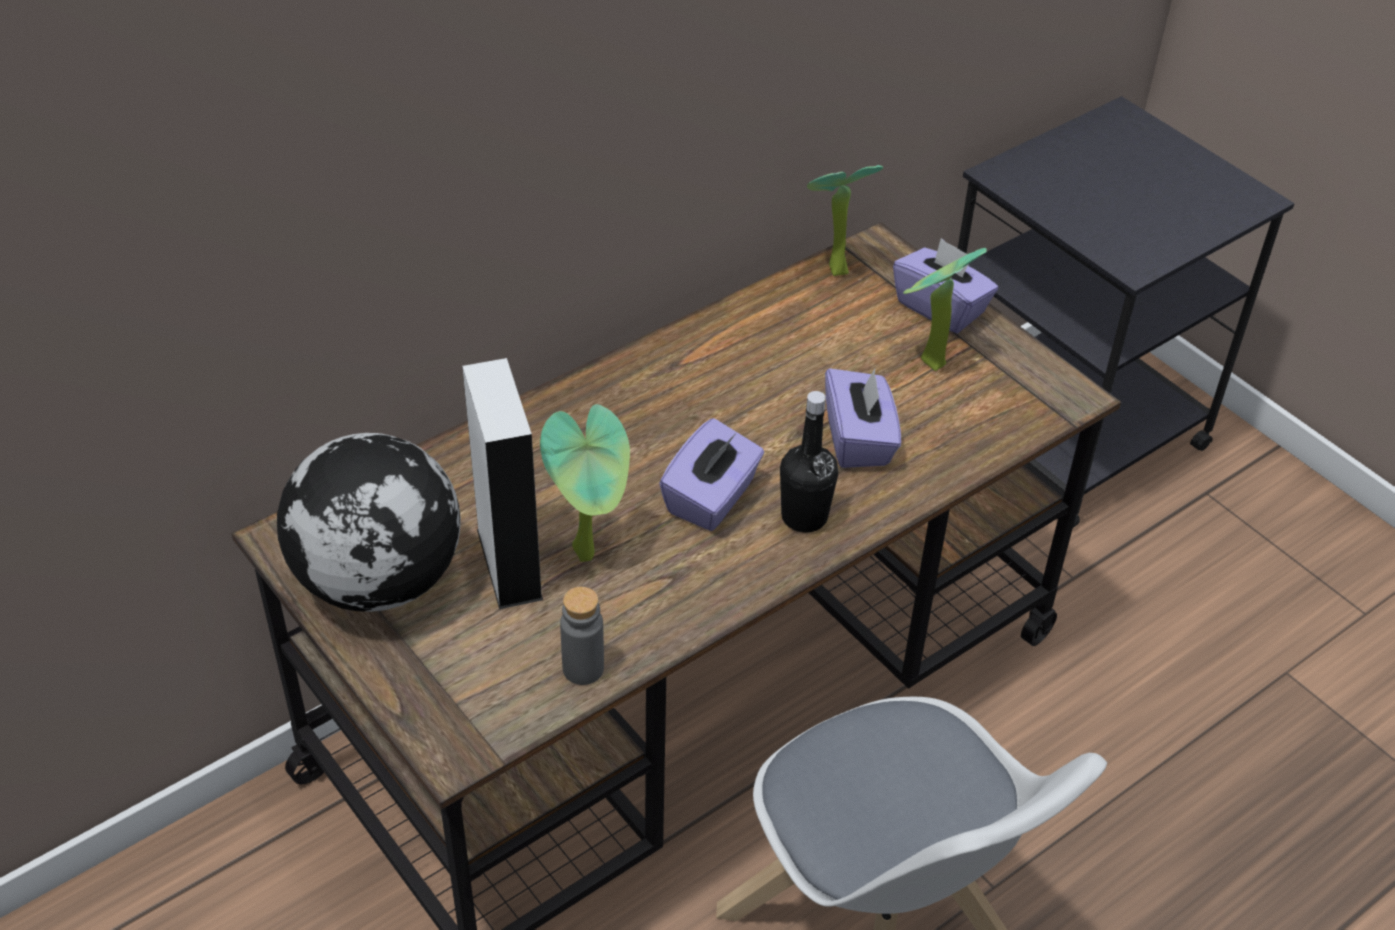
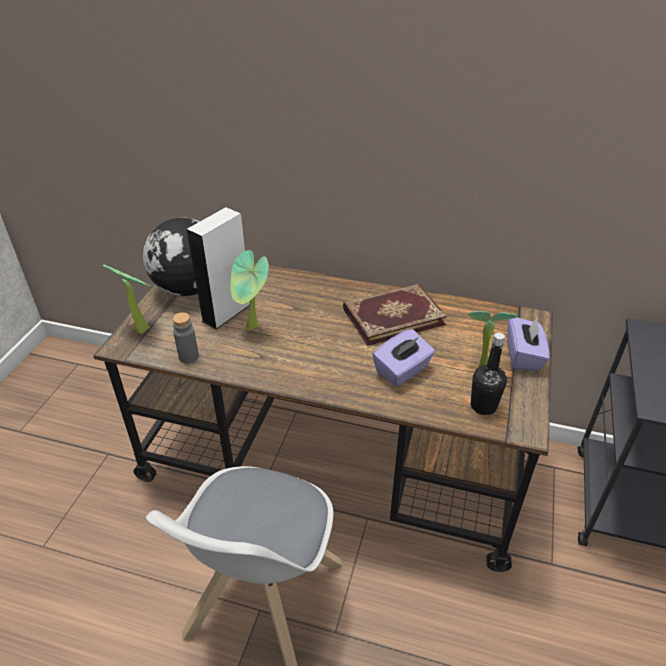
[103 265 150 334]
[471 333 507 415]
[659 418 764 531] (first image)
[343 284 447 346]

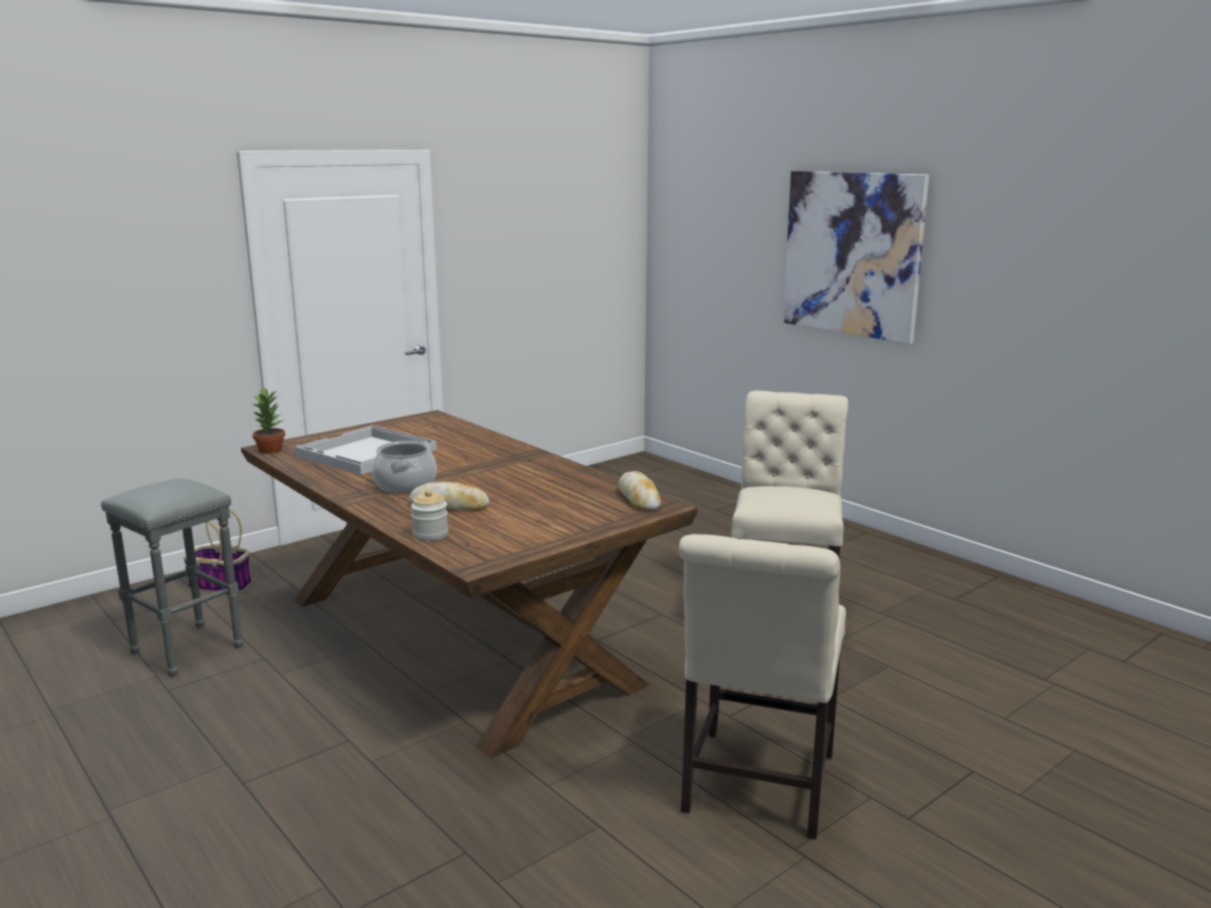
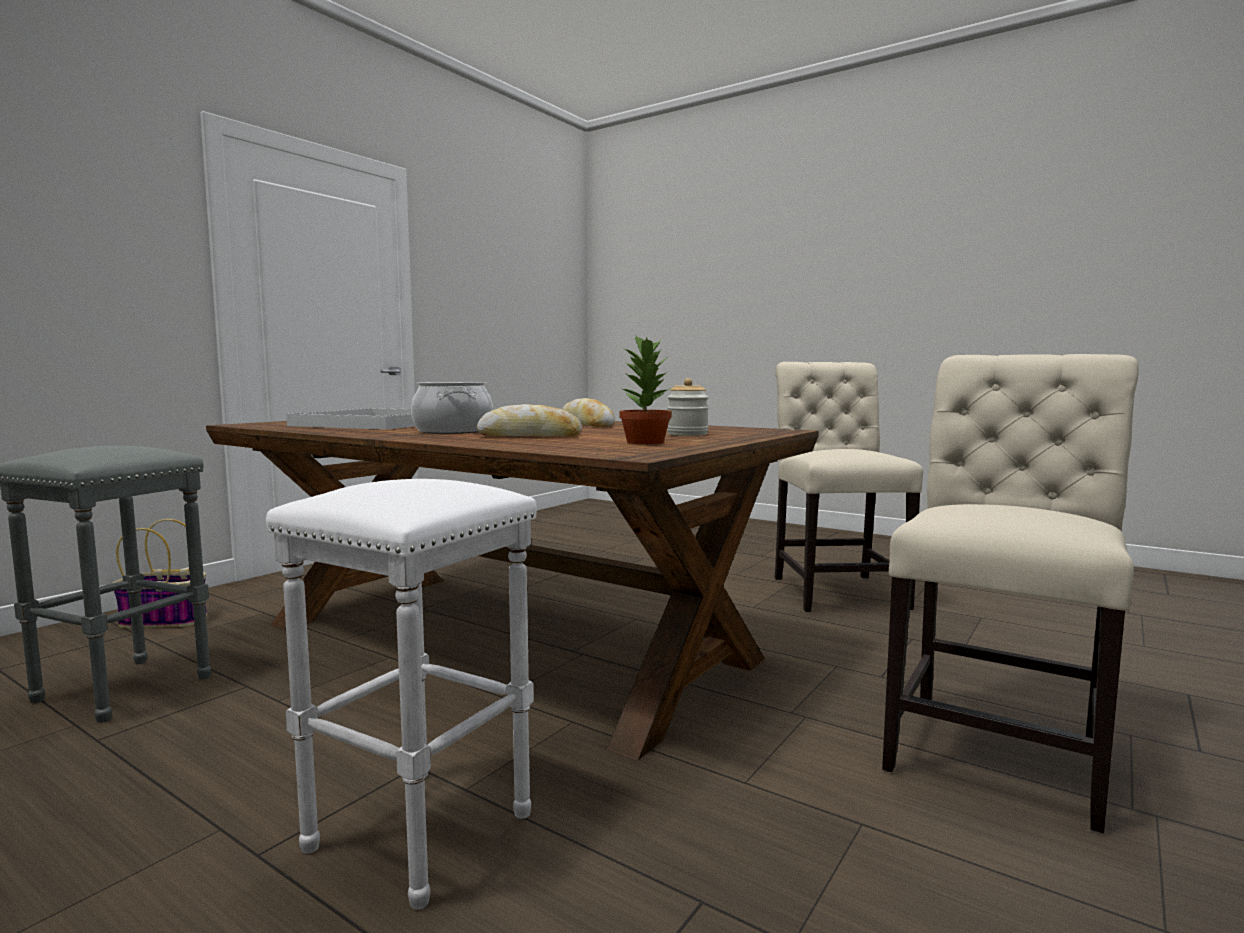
[783 171 929 344] (first image)
[620 334 672 445]
[562 398 615 427]
[667 378 709 436]
[882 354 1139 833]
[266 479 537 910]

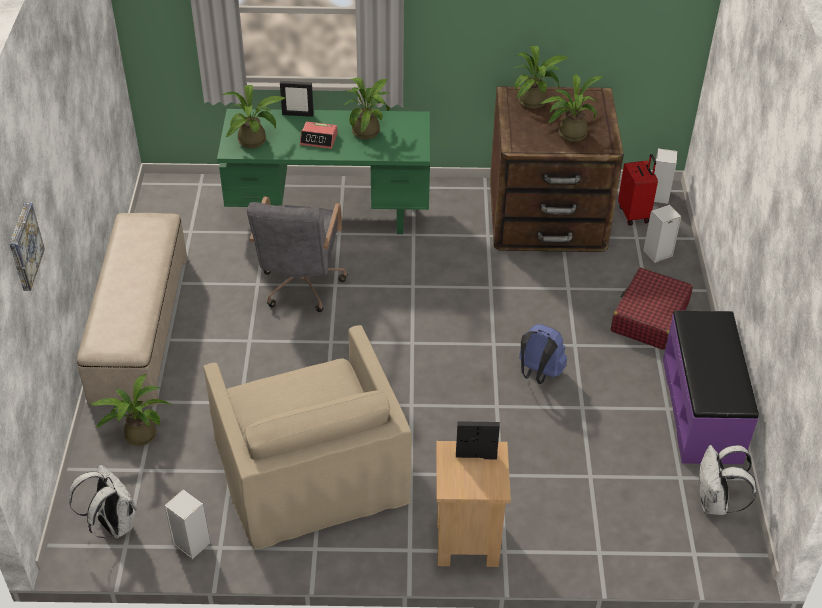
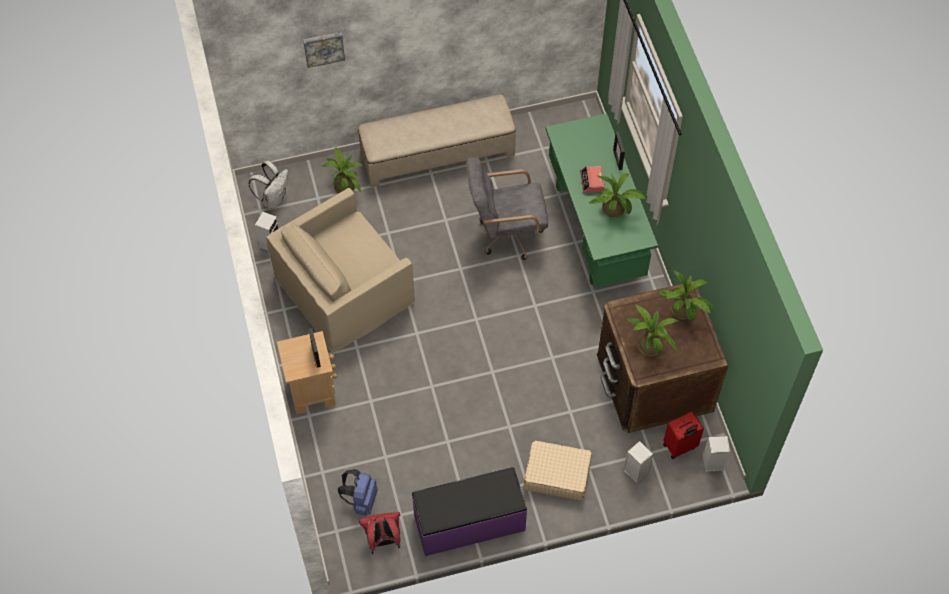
[222 85 287 149] (first image)
[523 440 592 501]
[338 469 378 516]
[359 512 400 554]

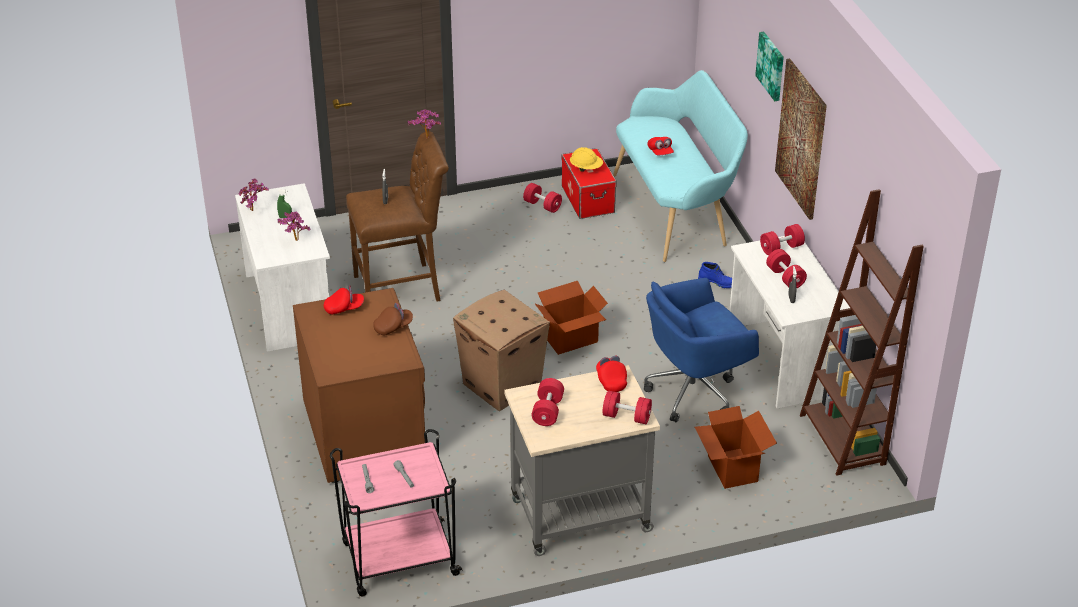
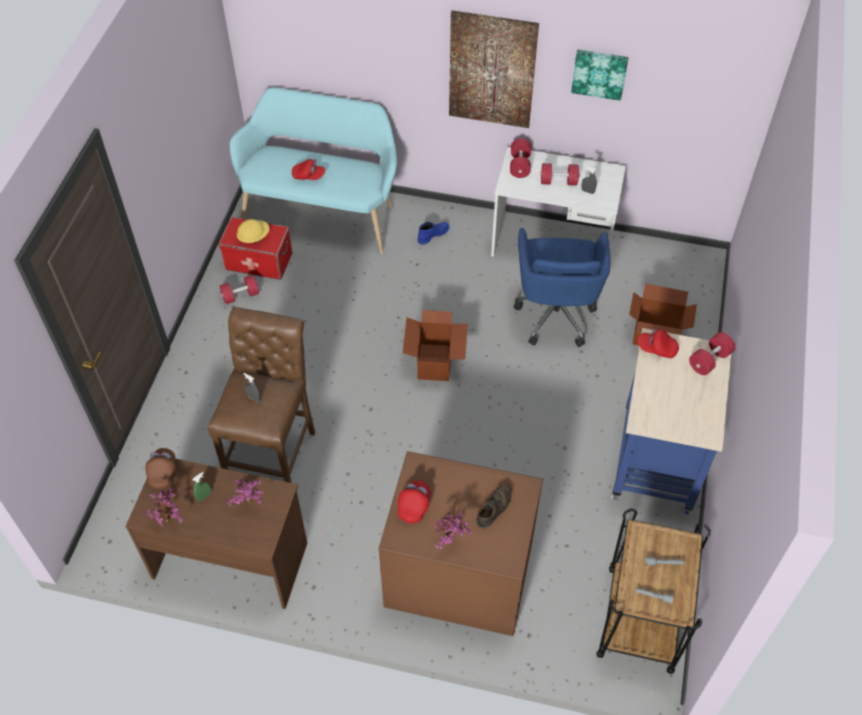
[571 49 629 101]
[435 512 472 549]
[125 459 307 609]
[800 189 924 476] (first image)
[453 290 550 411] (first image)
[146 448 176 489]
[611 328 731 515]
[532 378 564 426] (first image)
[597 508 711 674]
[476 484 512 528]

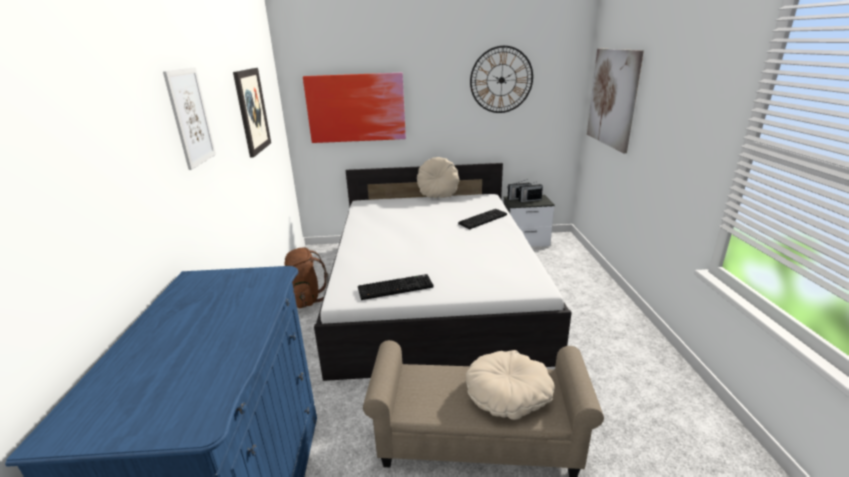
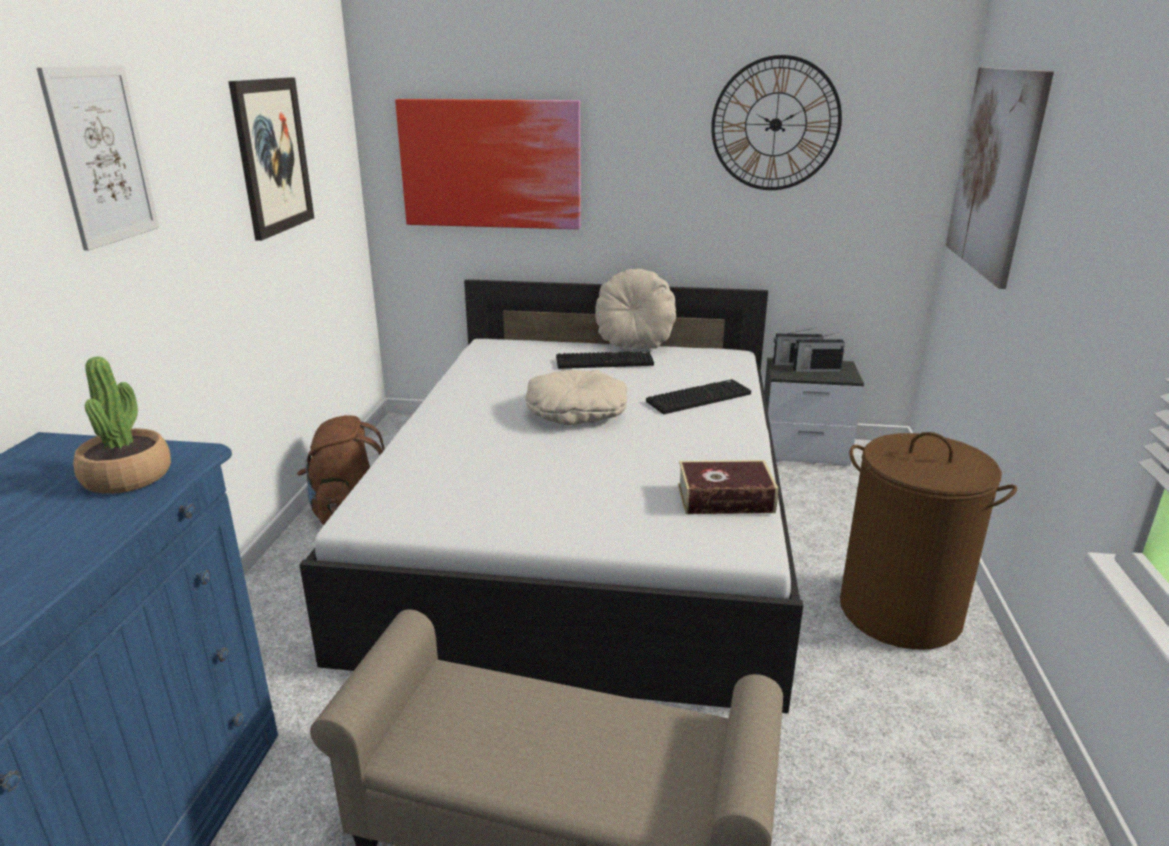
[556 351 654 369]
[525 370 627 426]
[73 356 171 494]
[840 432 1017 650]
[678 460 779 514]

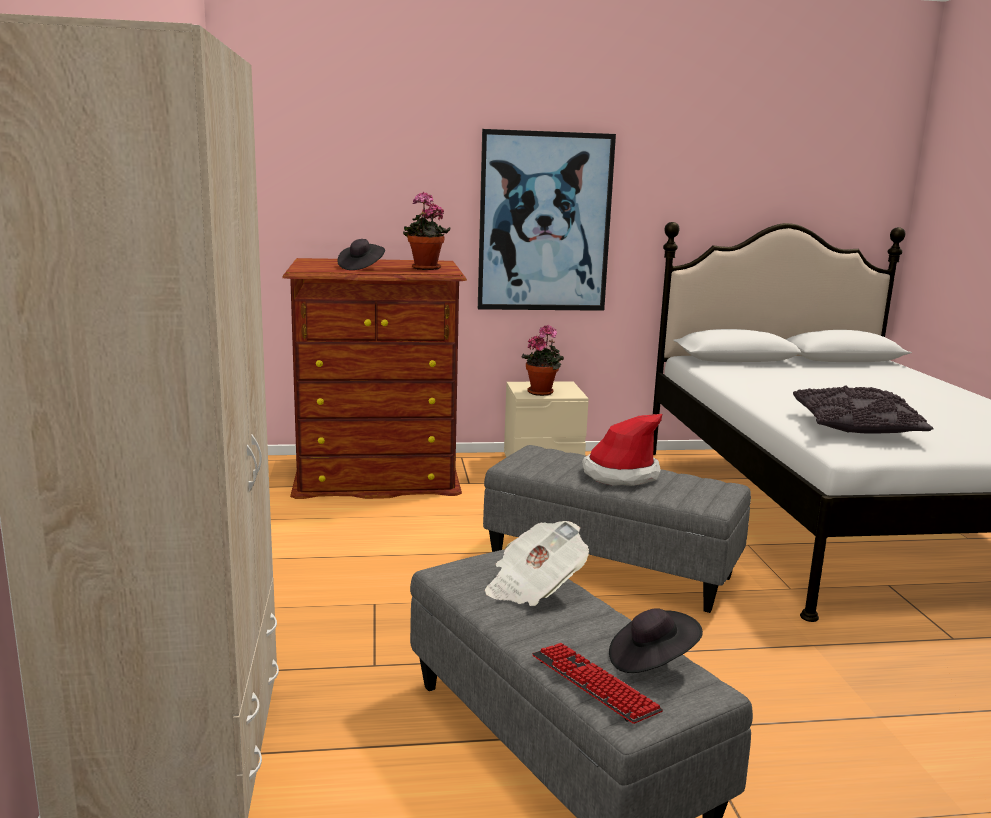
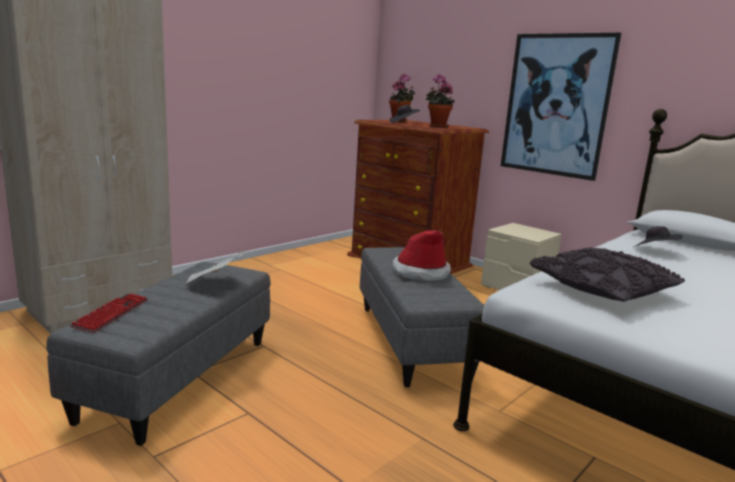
[389 74 415 121]
[634 226 683 247]

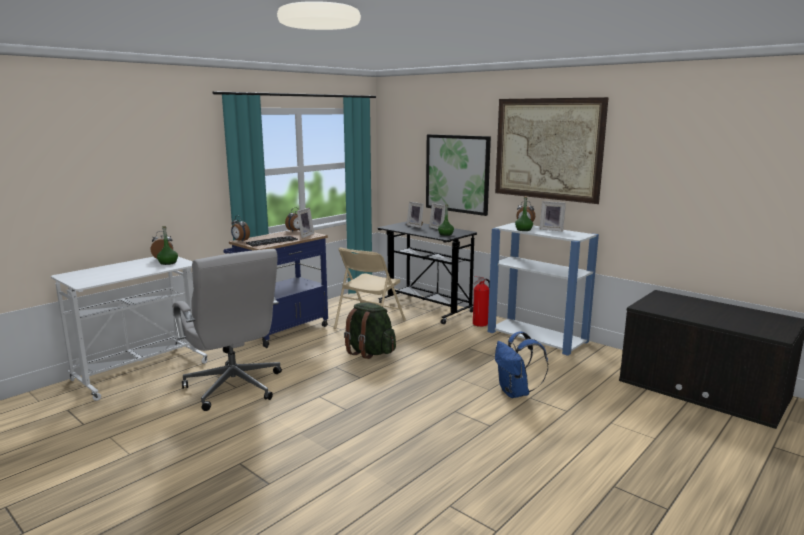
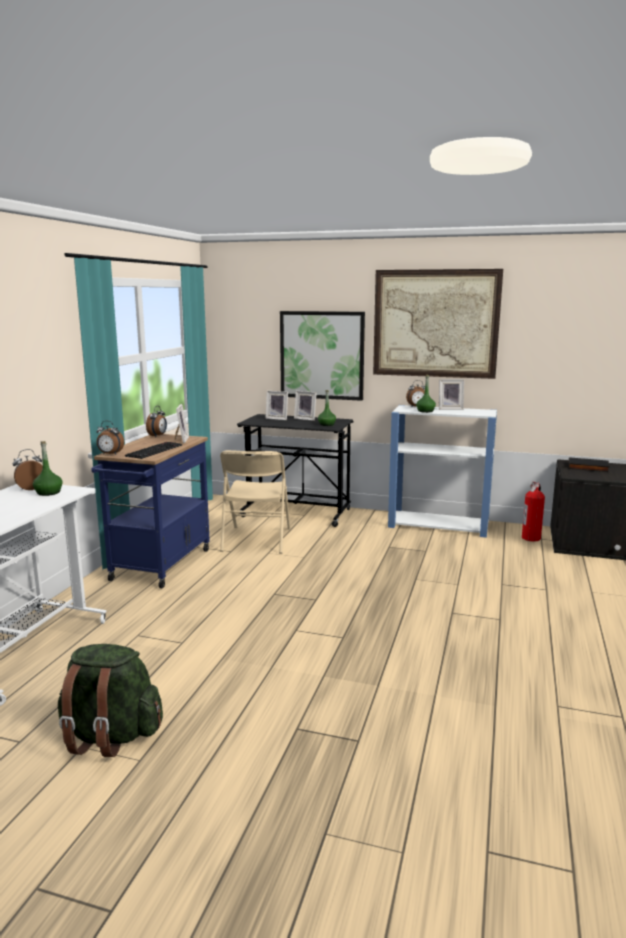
[172 249 282 411] (first image)
[522 482 545 542]
[58 644 163 757]
[495 332 549 398] (first image)
[568 457 610 472]

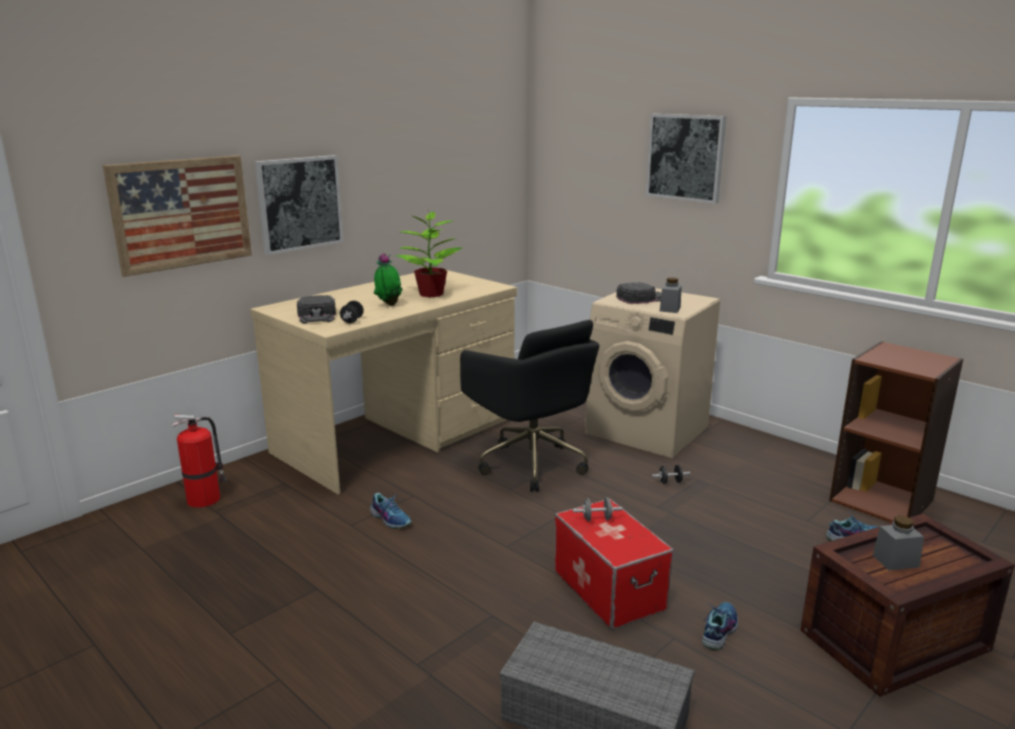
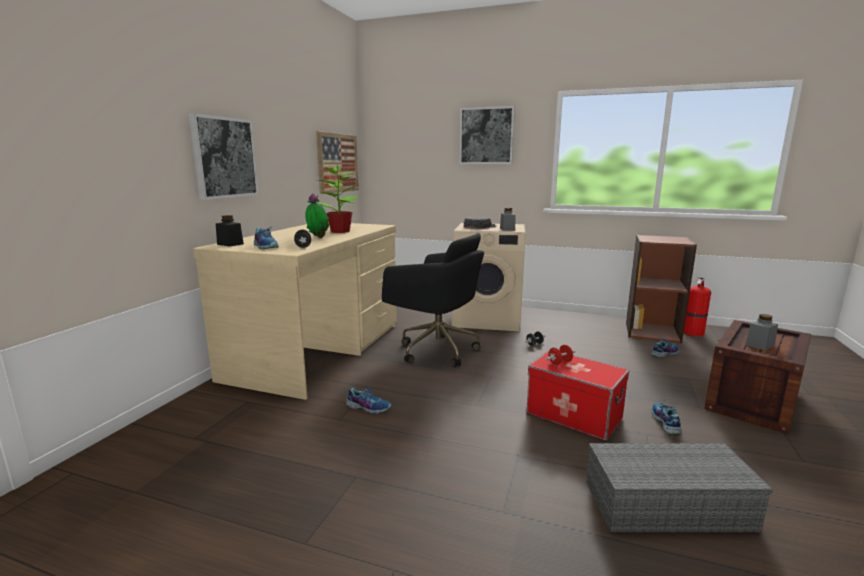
[316 131 359 194]
[254 226 279 250]
[684 277 711 336]
[546 345 576 365]
[216 215 244 247]

